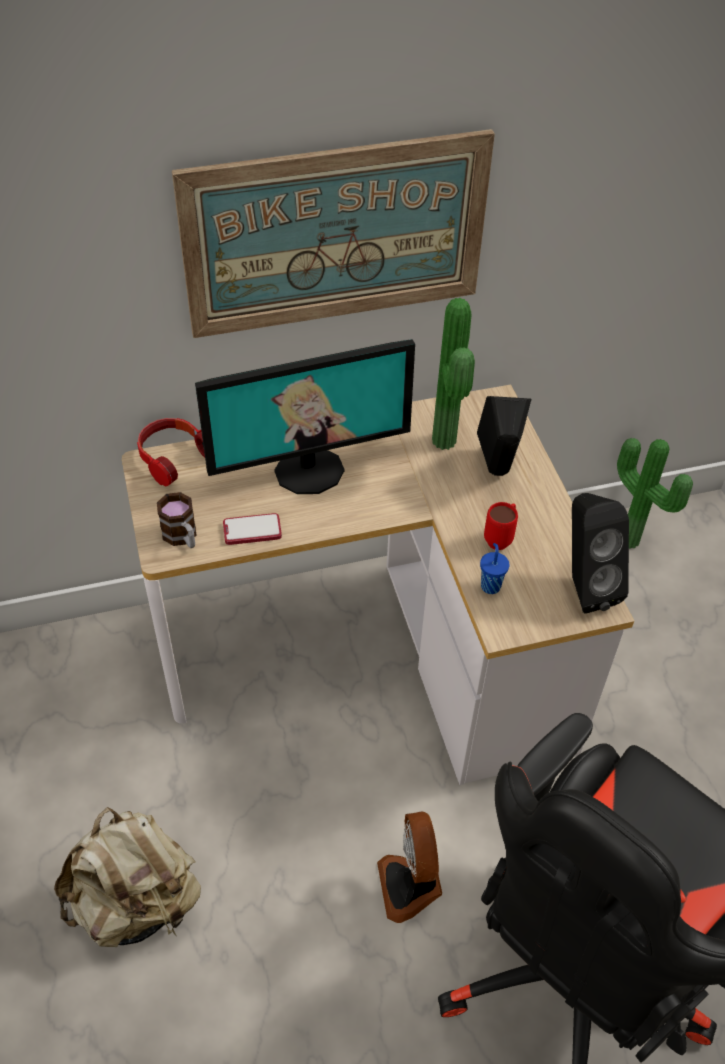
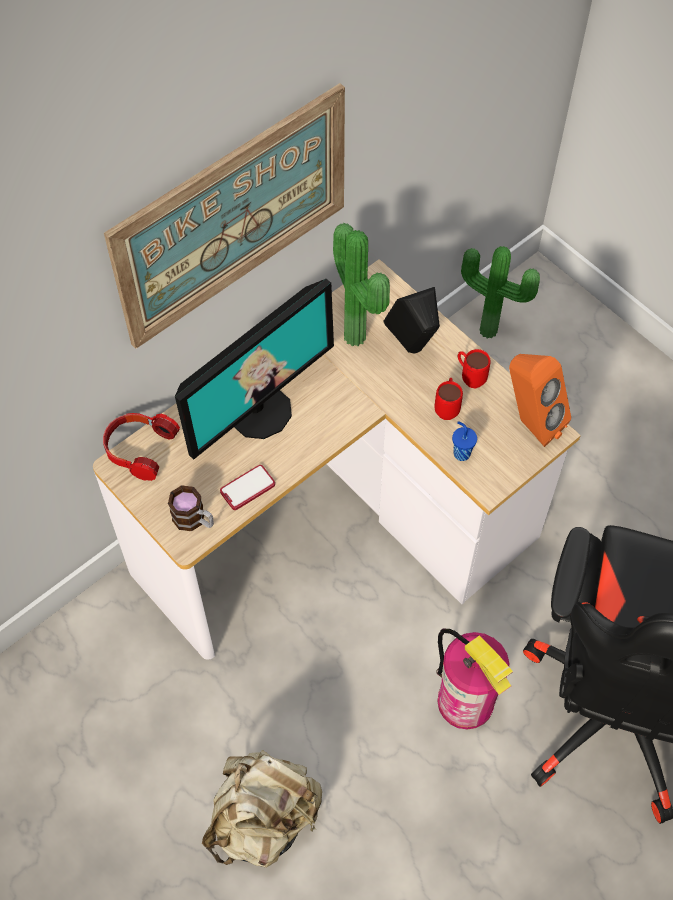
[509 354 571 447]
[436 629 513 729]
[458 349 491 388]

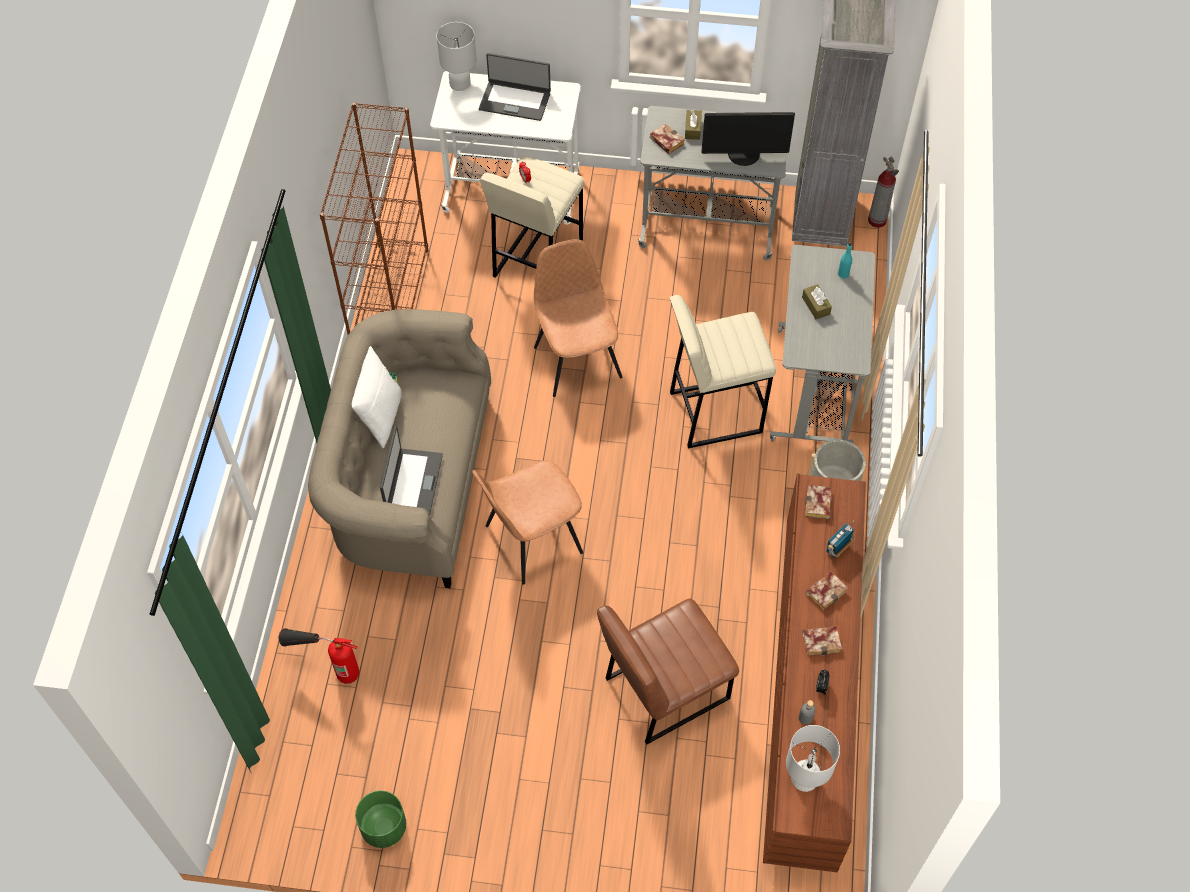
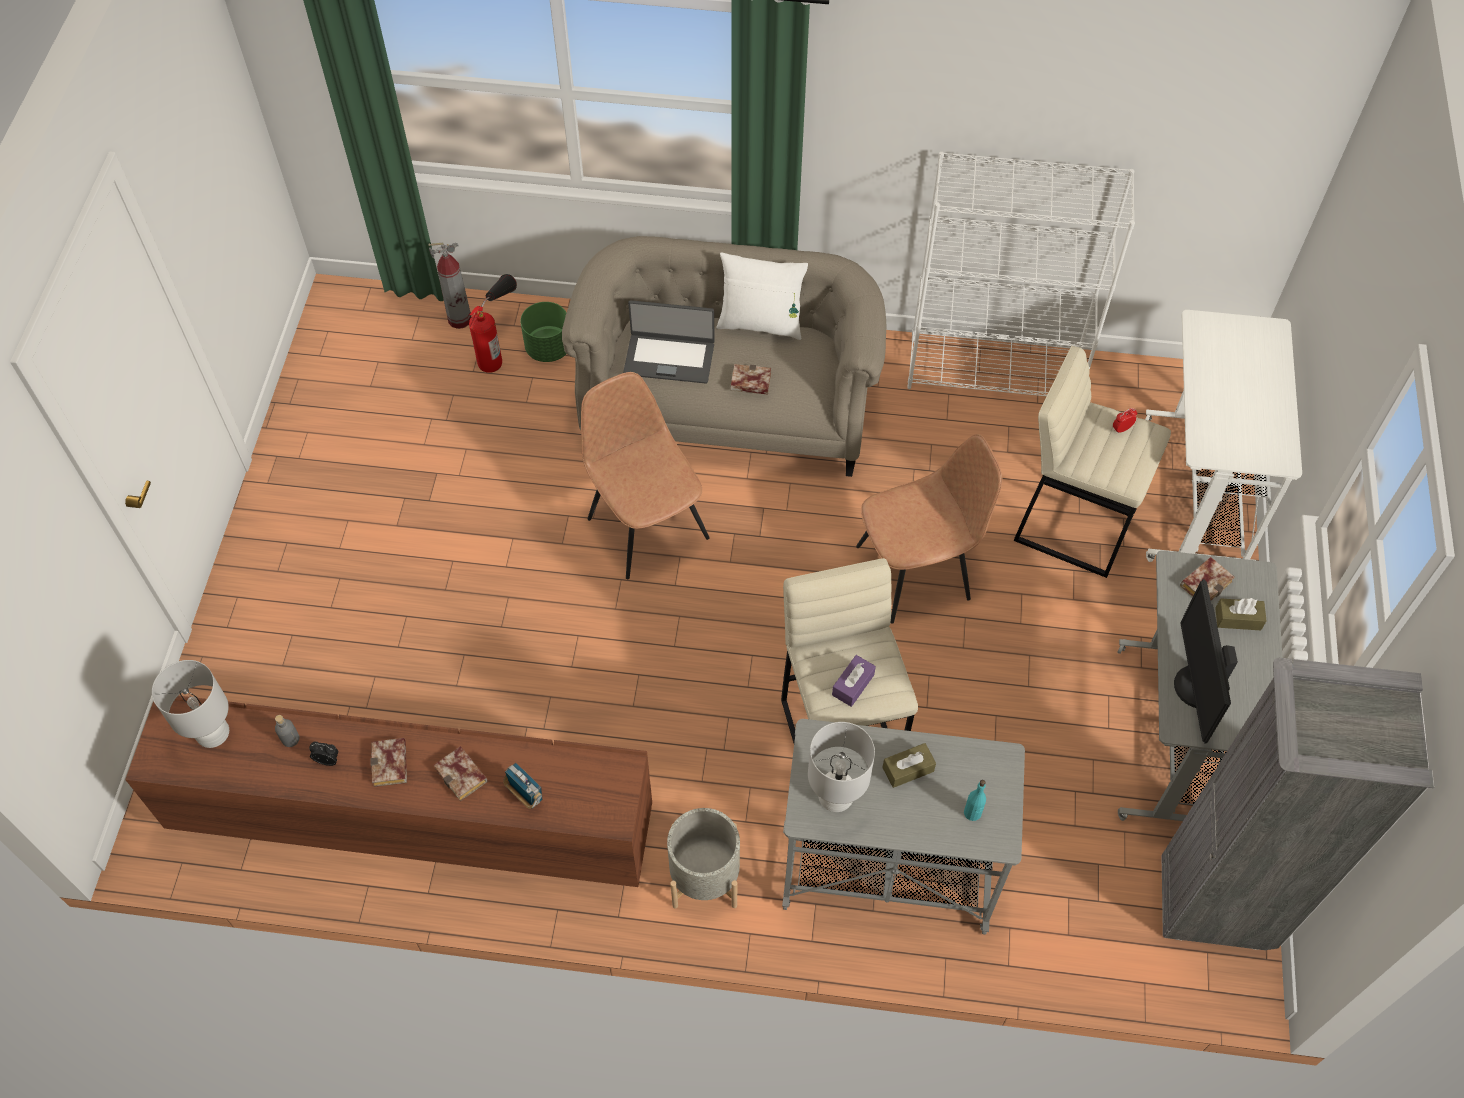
[808 722 875 812]
[479 53 551 121] (first image)
[907 152 1135 396]
[428 243 471 329]
[731 364 771 395]
[597 598 739 745] (first image)
[520 302 567 362]
[832 655 876 707]

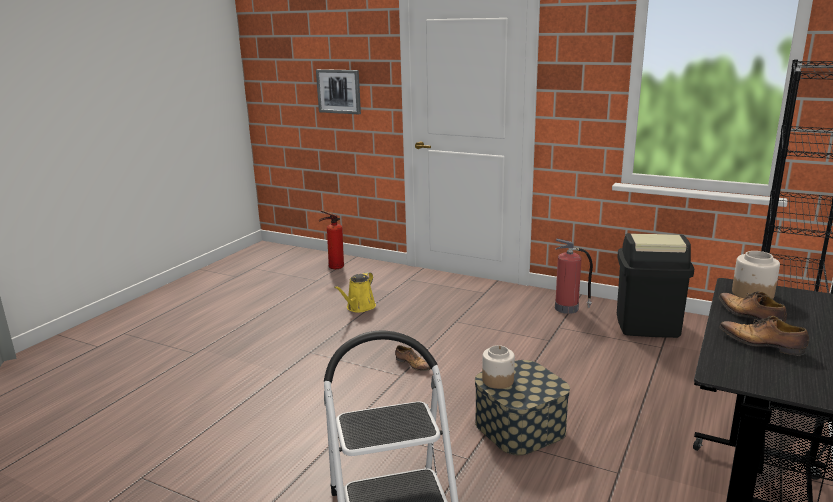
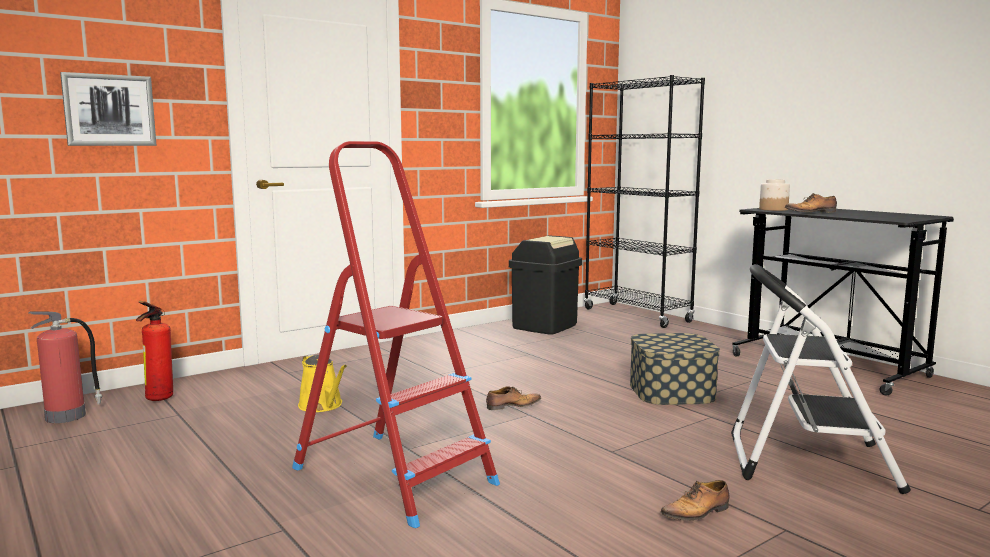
[28 311 102 423]
[660 480 729 521]
[482 345 515 389] (first image)
[292 141 500 528]

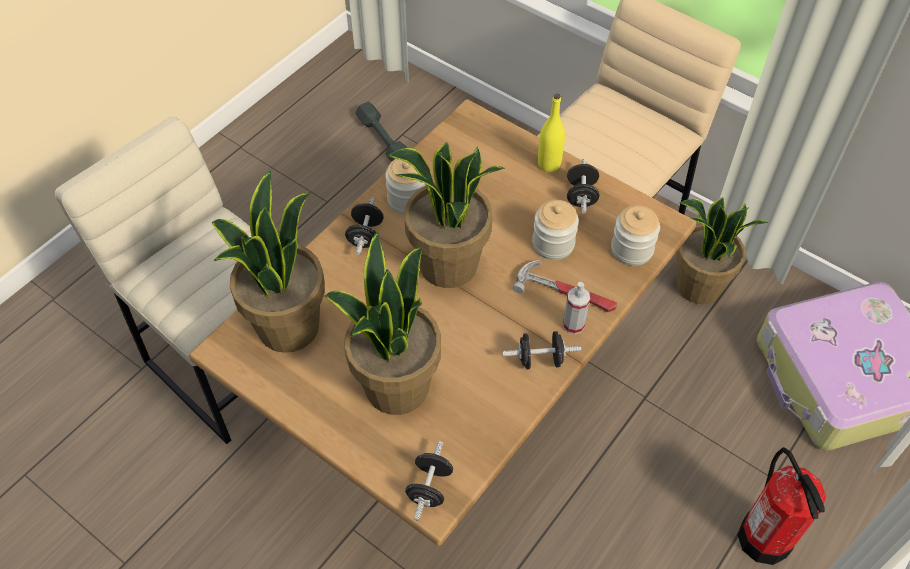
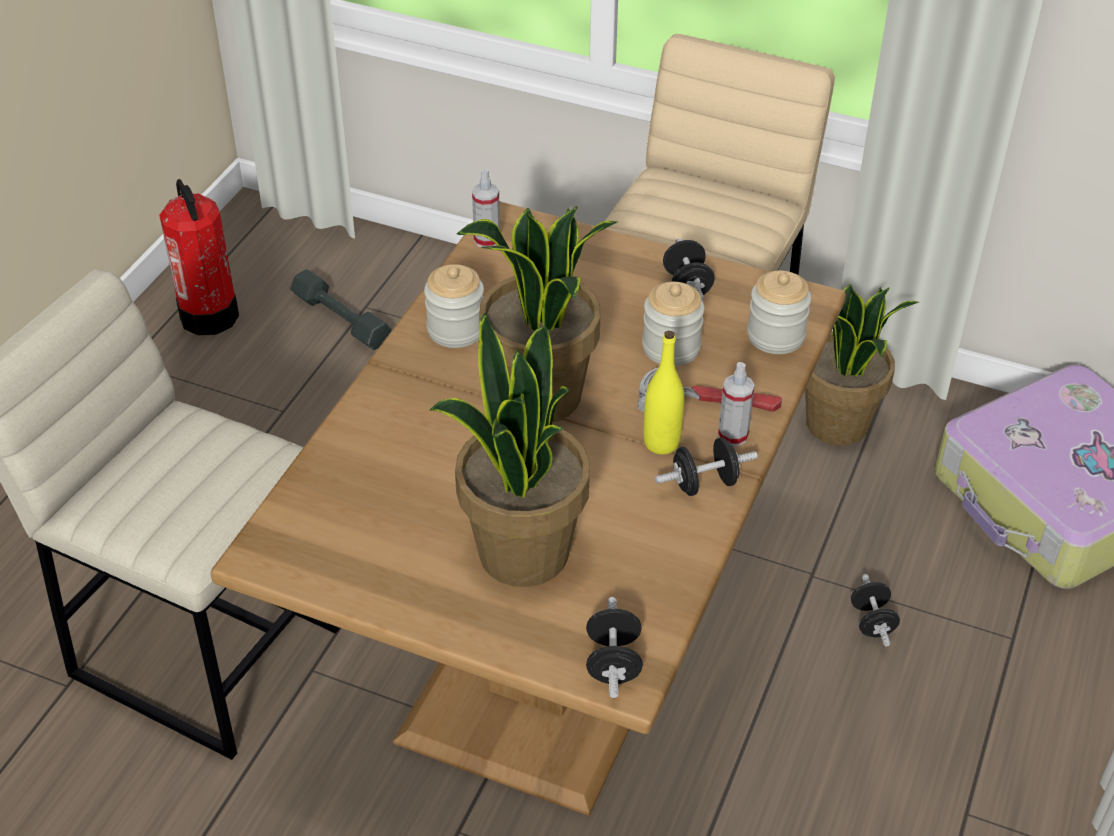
[644 331 684 454]
[212 170 325 353] (first image)
[851 574 900 646]
[159 179 239 335]
[472 169 500 249]

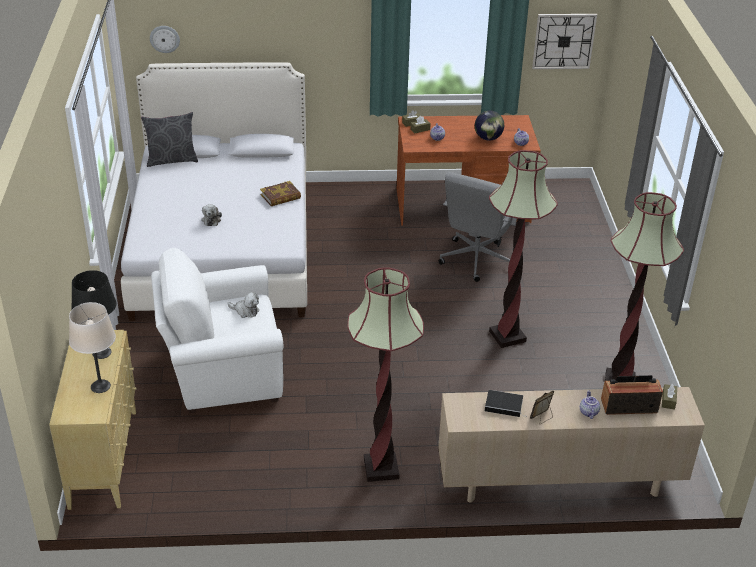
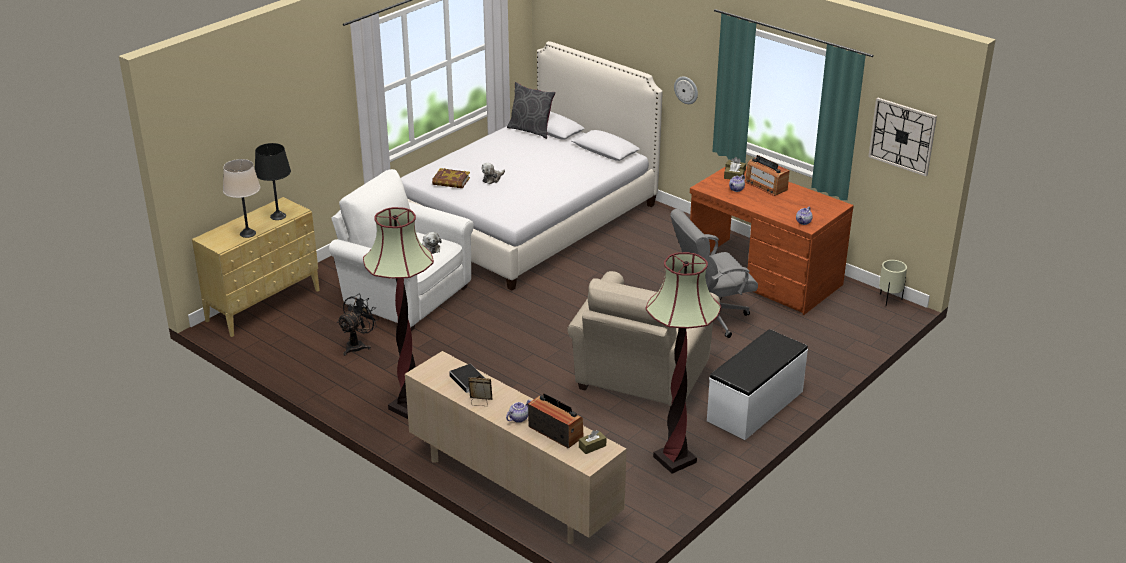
[674 76 698 104]
[475 110 504 140] (first image)
[567 271 720 408]
[432 168 470 188]
[745 155 790 196]
[879 260 907 306]
[337 295 380 356]
[707 329 808 440]

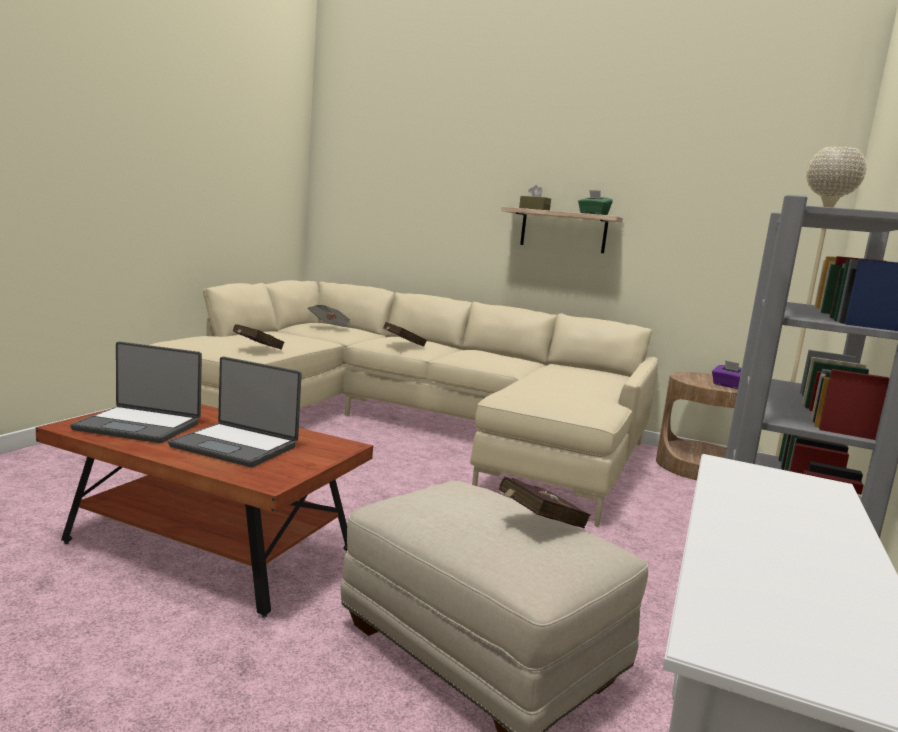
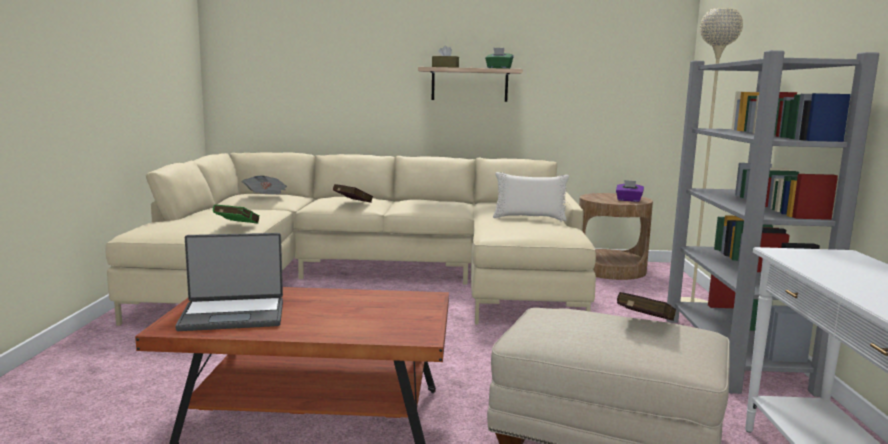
[213 204 260 224]
[168 356 302 467] (first image)
[493 172 569 221]

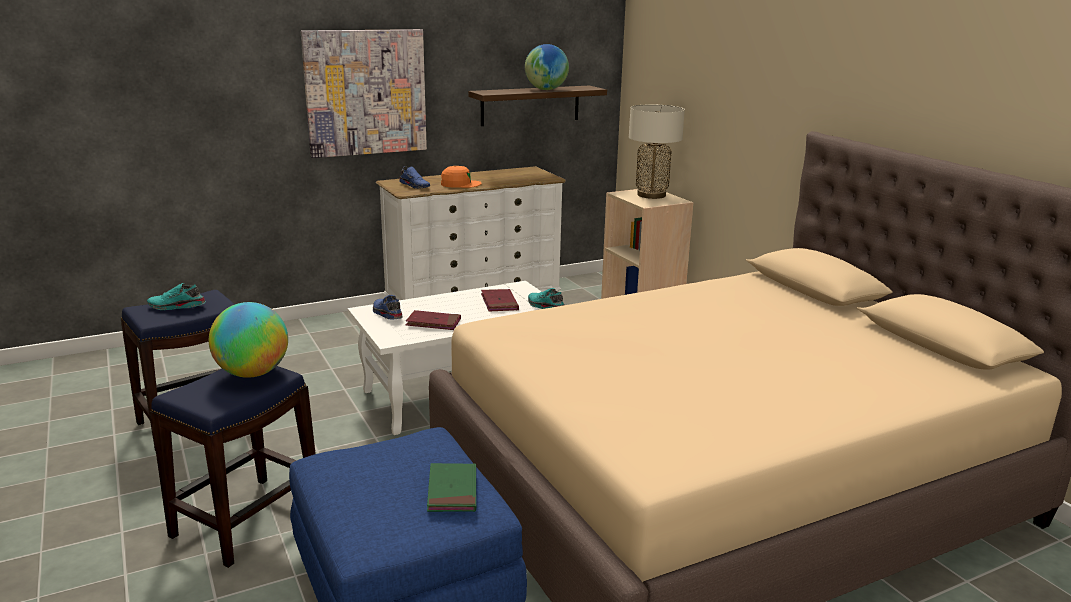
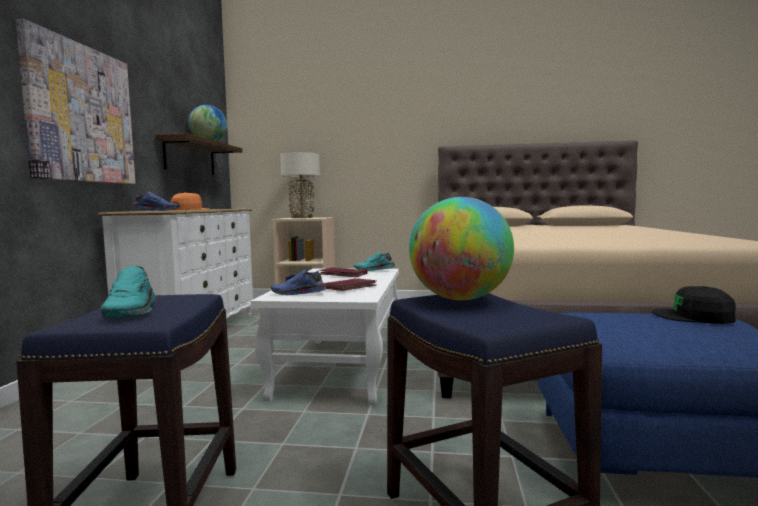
[101 266 156 317]
[652 286 736 324]

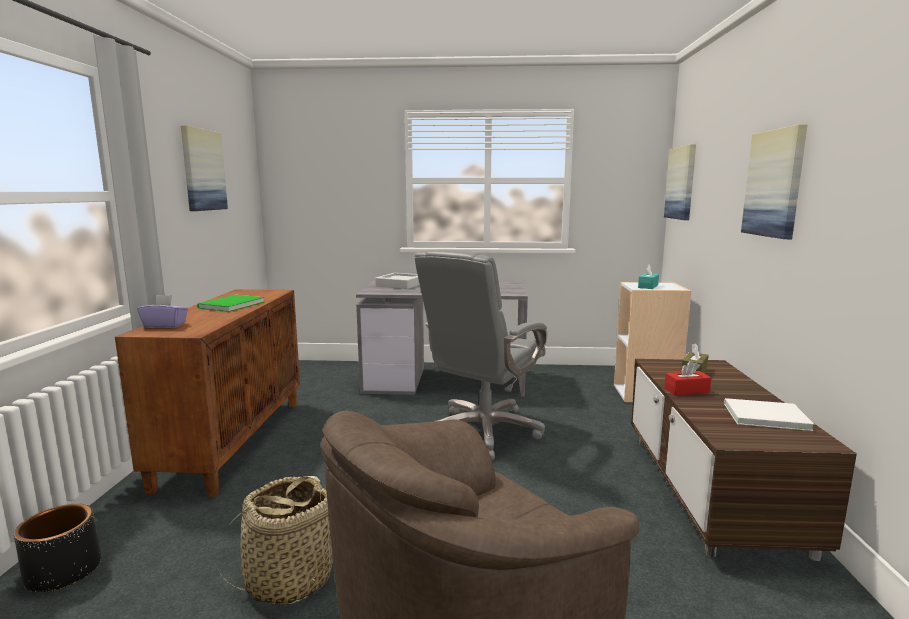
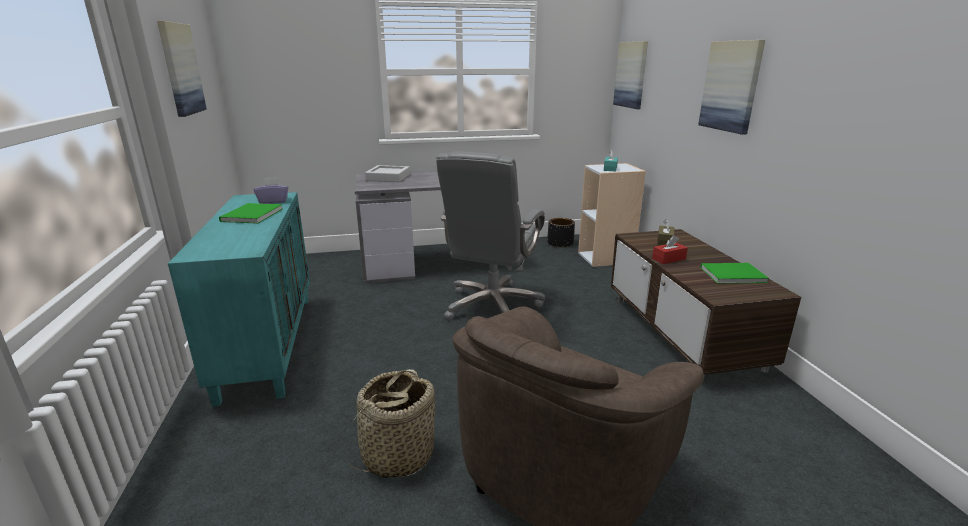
[168 192 310 407]
[254 177 289 204]
[700 263 769 284]
[547 218 575 248]

